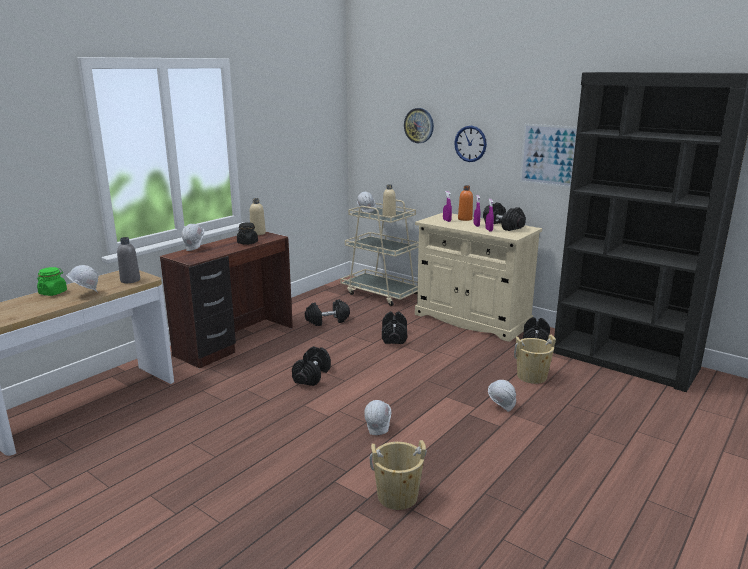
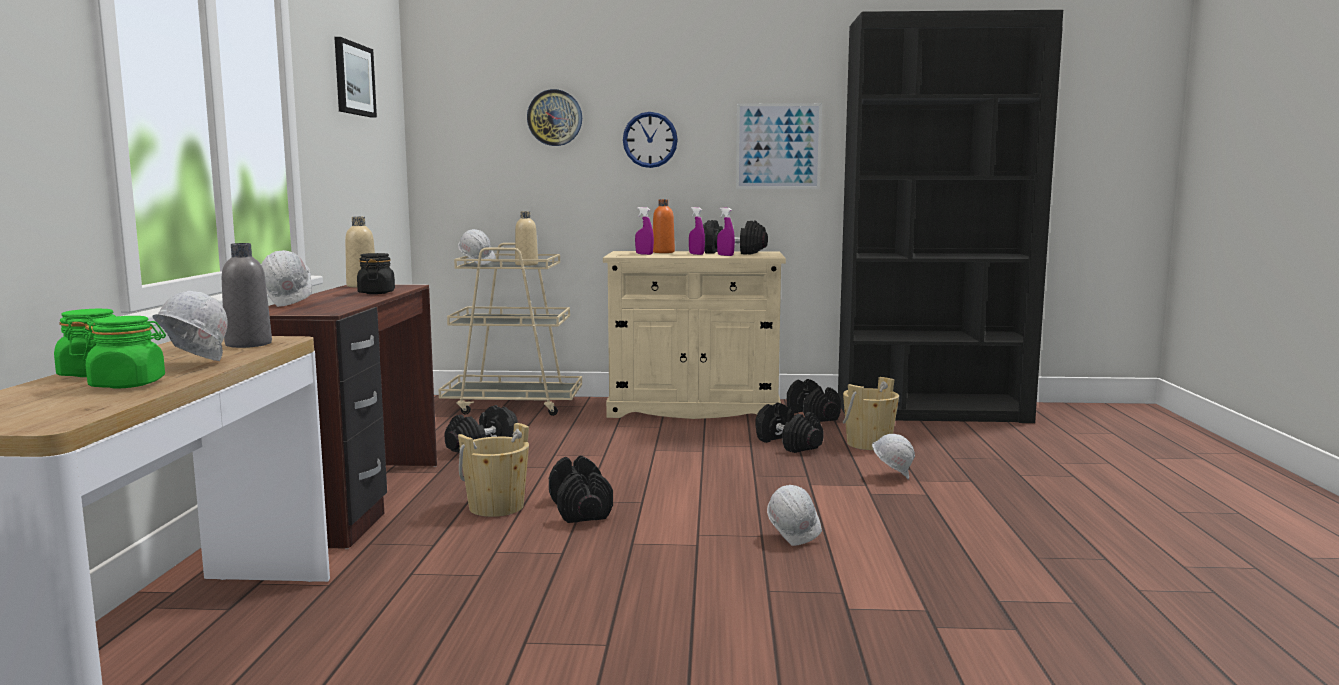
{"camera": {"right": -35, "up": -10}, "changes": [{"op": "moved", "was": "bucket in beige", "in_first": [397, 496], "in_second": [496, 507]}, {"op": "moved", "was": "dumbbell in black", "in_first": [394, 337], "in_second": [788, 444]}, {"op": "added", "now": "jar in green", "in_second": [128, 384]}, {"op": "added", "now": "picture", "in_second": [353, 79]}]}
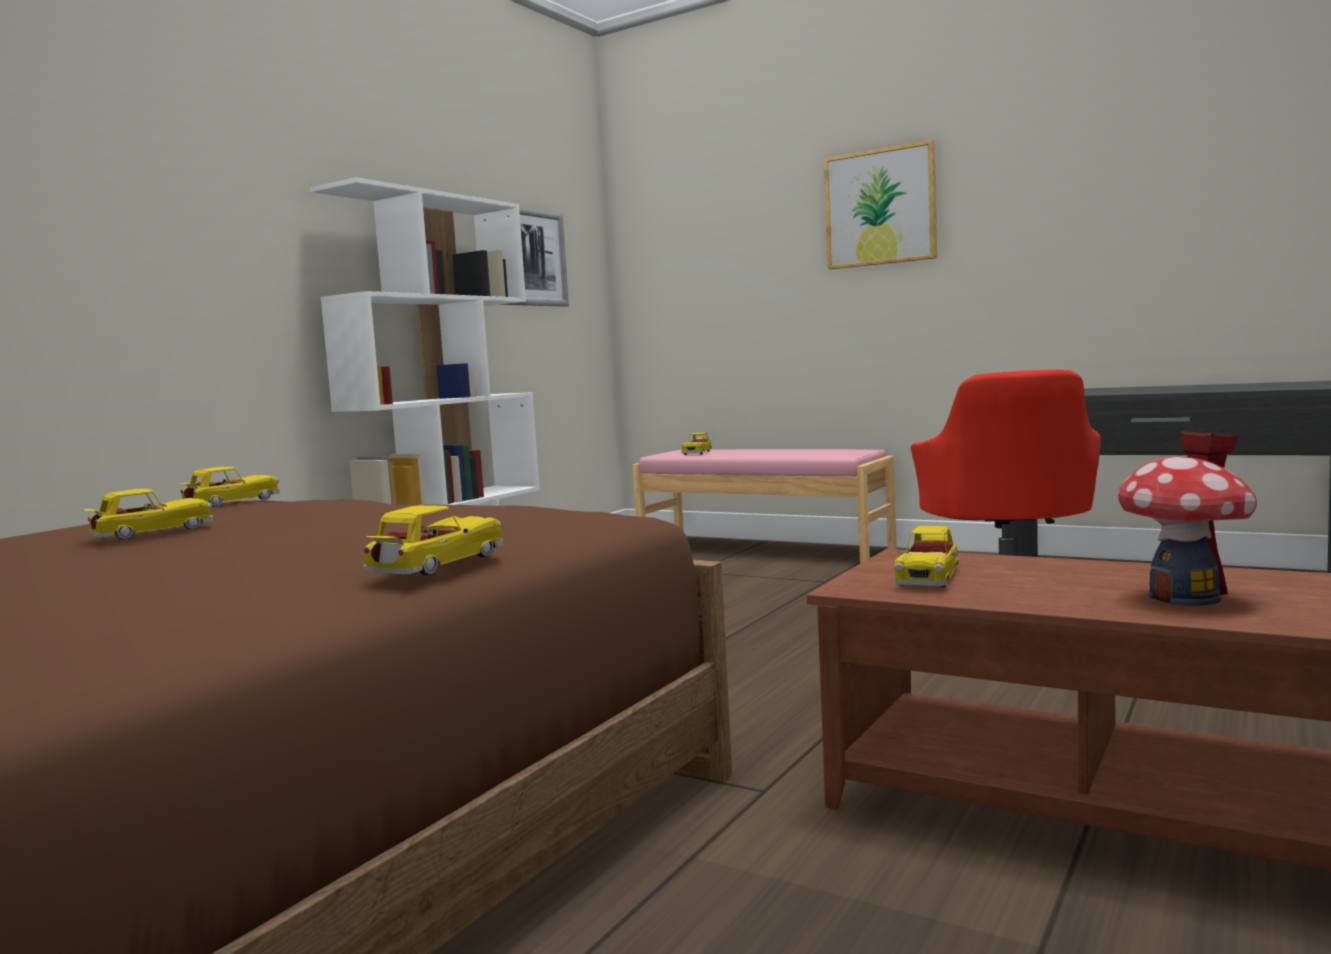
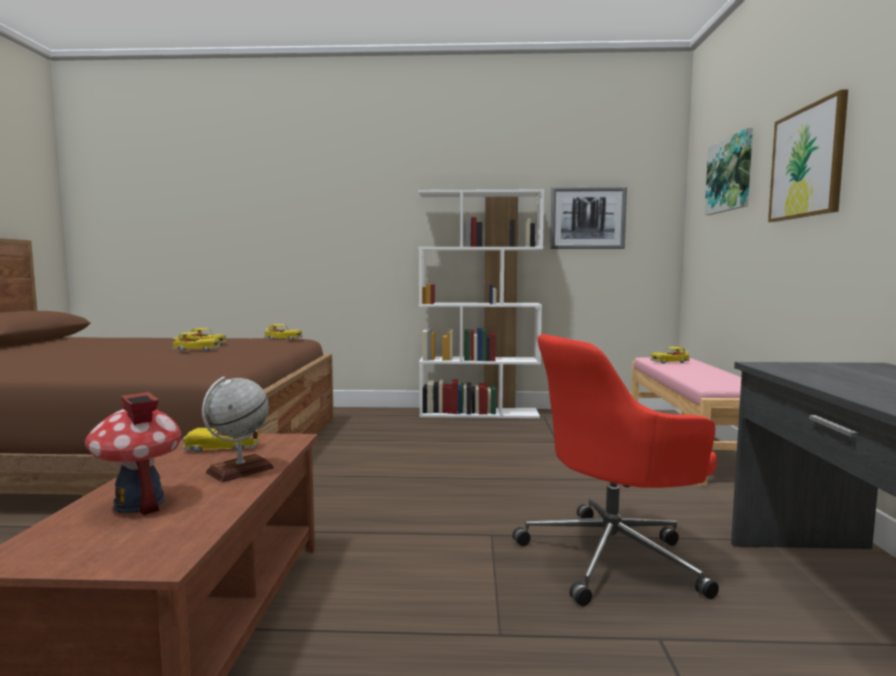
{"camera": {"right": 60, "up": 0}, "changes": [{"op": "moved", "was": "toy car", "in_first": [435, 565], "in_second": [196, 349]}, {"op": "added", "now": "globe", "in_second": [240, 470]}, {"op": "added", "now": "picture", "in_second": [730, 175]}]}
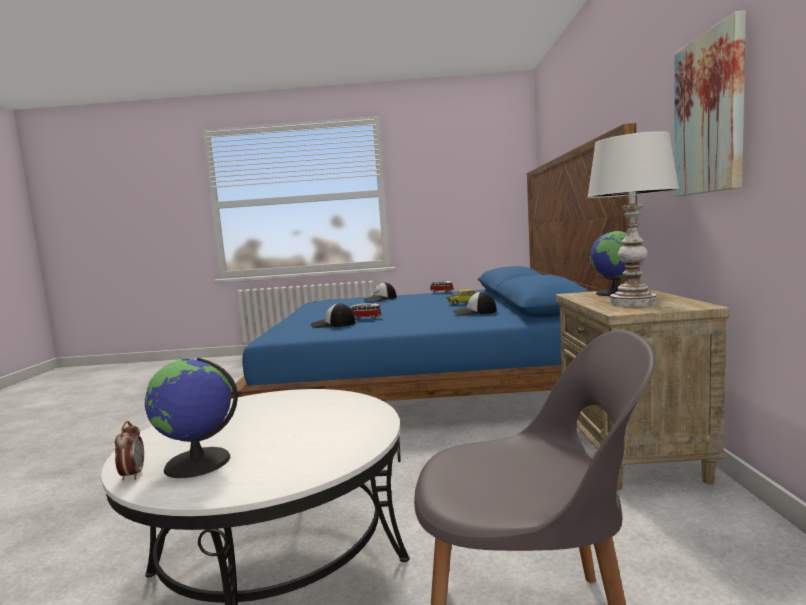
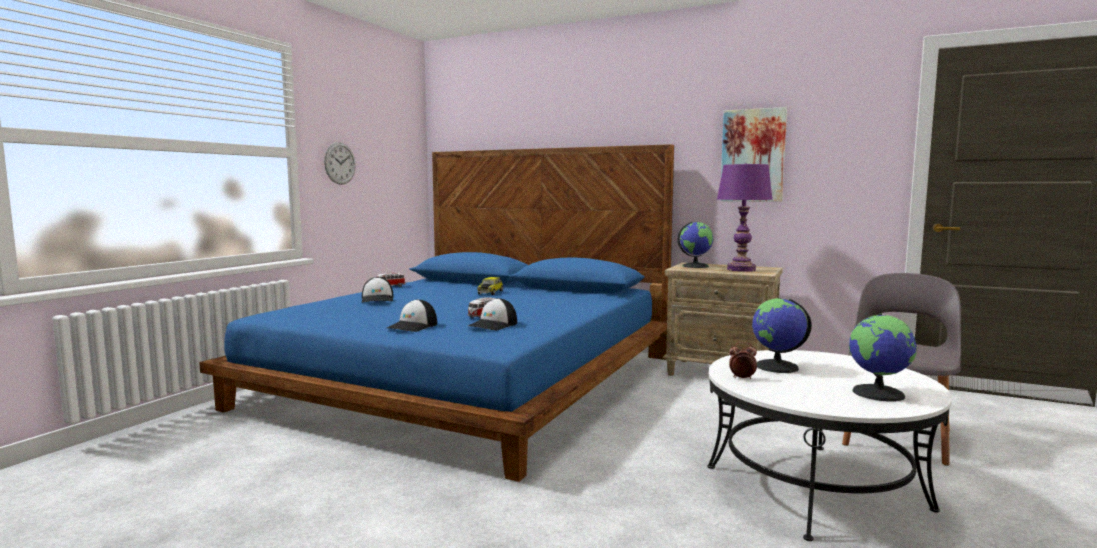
{"camera": {"right": -65, "up": 0}, "changes": [{"op": "moved", "was": "alarm clock", "in_first": [133, 475], "in_second": [742, 378]}, {"op": "moved", "was": "cap", "in_first": [474, 312], "in_second": [413, 326]}, {"op": "recoloured", "was": "table lamp in white", "now": "table lamp in purple", "in_first": [632, 303], "in_second": [741, 269]}, {"op": "added", "now": "wall clock", "in_second": [340, 163]}, {"op": "added", "now": "globe", "in_second": [777, 367]}]}
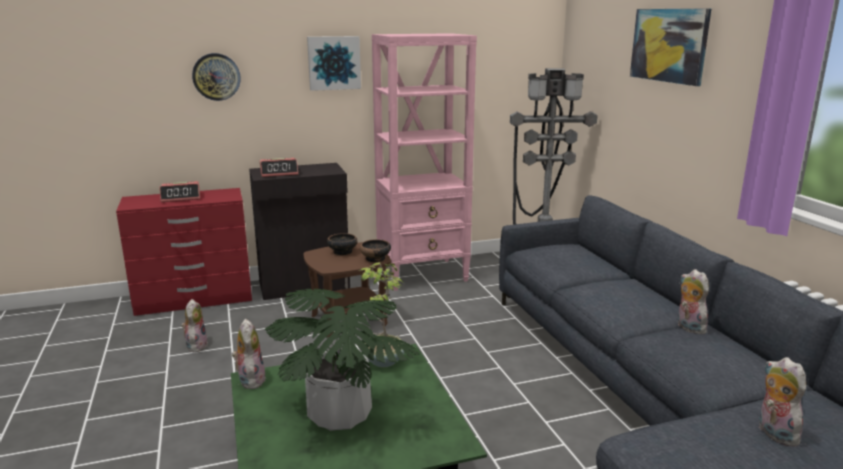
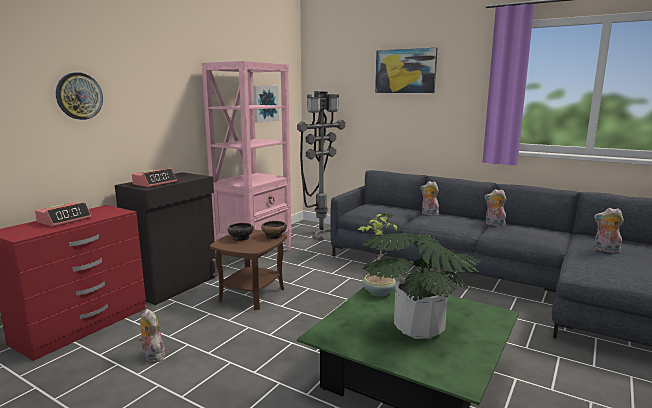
{"camera": {"right": -40, "up": -5}, "changes": [{"op": "moved", "was": "plush toy", "in_first": [250, 380], "in_second": [428, 214]}, {"op": "moved", "was": "picture", "in_first": [334, 63], "in_second": [264, 103]}]}
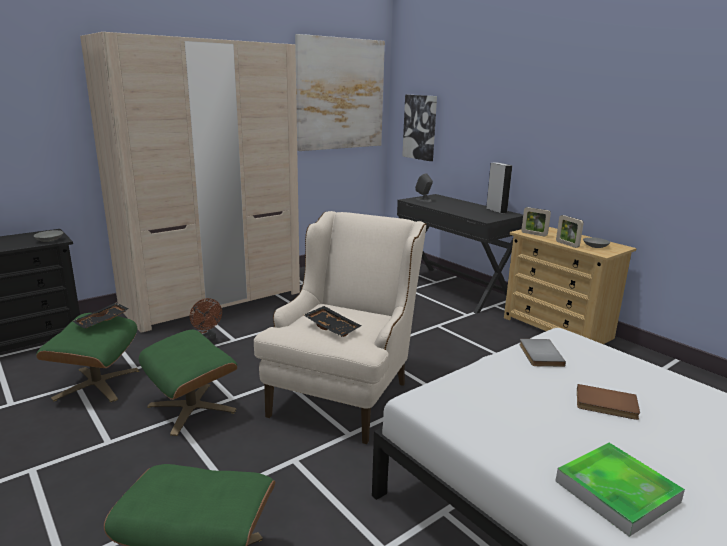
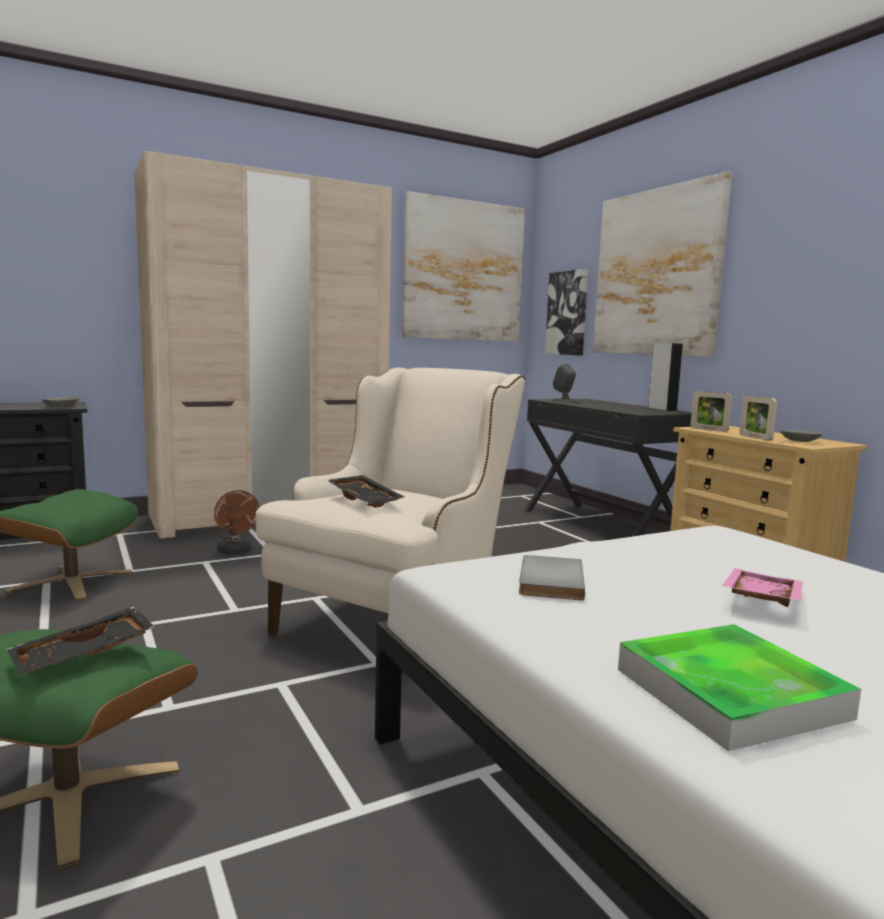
{"camera": {"right": 10, "up": -10}, "changes": [{"op": "moved", "was": "tray in black", "in_first": [102, 321], "in_second": [84, 656]}, {"op": "removed", "was": "ottoman in green", "in_first": [192, 408]}, {"op": "moved", "was": "book in grey", "in_first": [539, 354], "in_second": [548, 581]}, {"op": "replaced", "was": "book in brown", "now": "tray in pink", "in_first": [606, 405], "in_second": [759, 599]}, {"op": "added", "now": "picture", "in_second": [656, 273]}]}
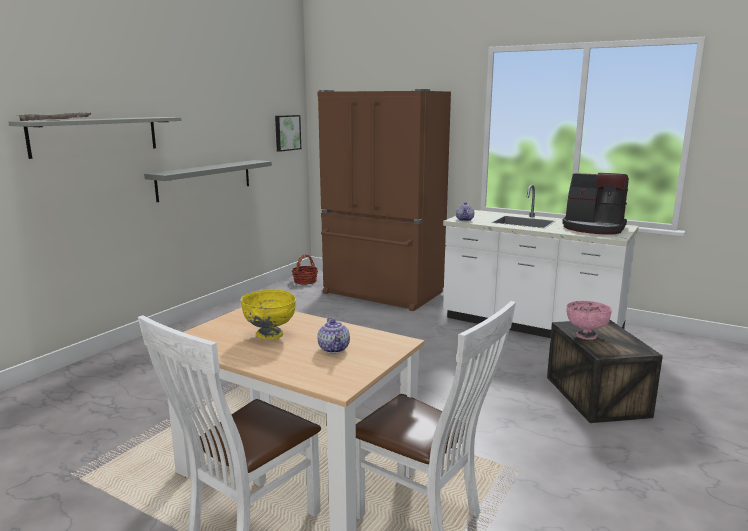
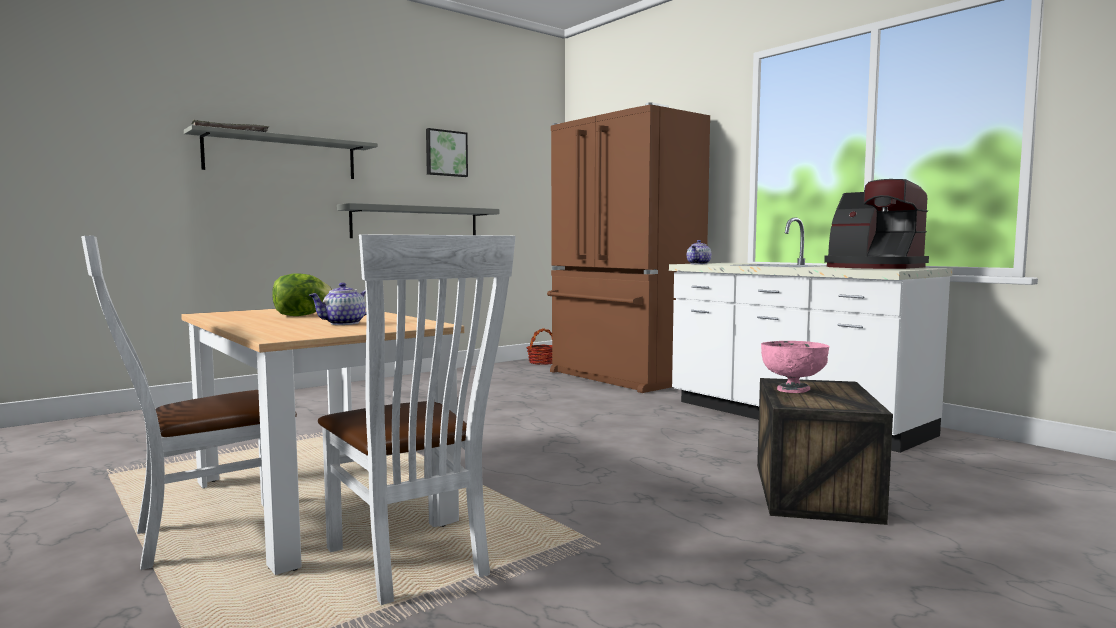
{"camera": {"right": 20, "up": -10}, "changes": [{"op": "replaced", "was": "bowl in yellow", "now": "lettuce", "in_first": [270, 335], "in_second": [302, 315]}, {"op": "moved", "was": "picture", "in_first": [287, 132], "in_second": [445, 153]}, {"op": "turned", "was": "teapot", "in_first": [334, 349], "in_second": [344, 323], "clockwise": 45}]}
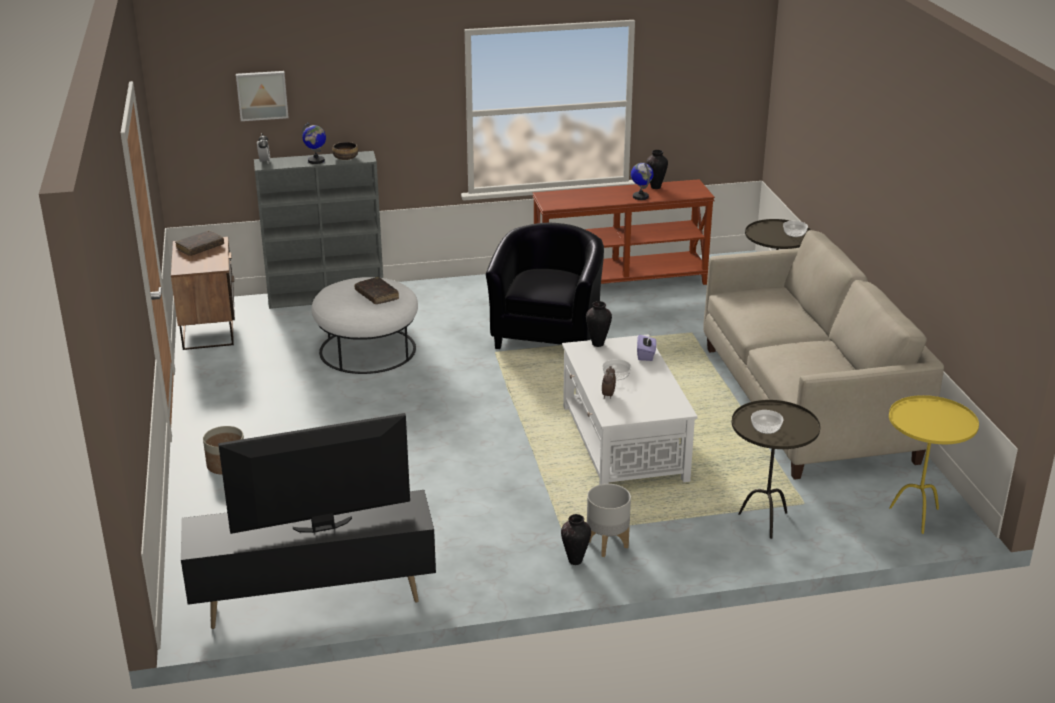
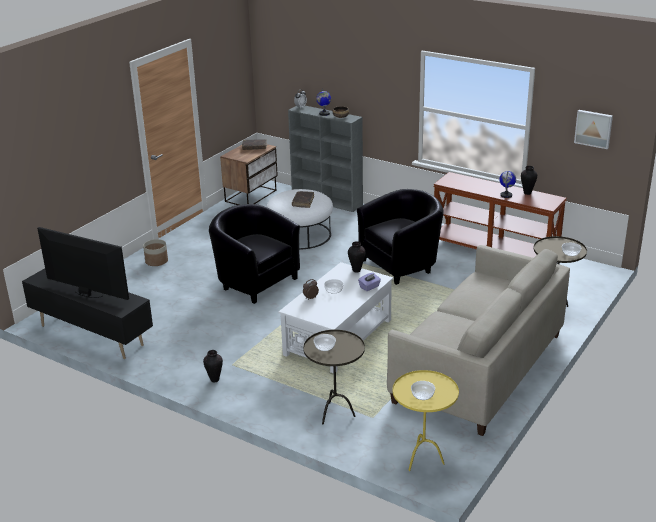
{"camera": {"right": 45, "up": 0}, "changes": [{"op": "moved", "was": "picture", "in_first": [262, 95], "in_second": [593, 128]}, {"op": "removed", "was": "planter in grey", "in_first": [607, 544]}, {"op": "added", "now": "armchair in black", "in_second": [255, 281]}, {"op": "added", "now": "bowl", "in_second": [423, 395]}]}
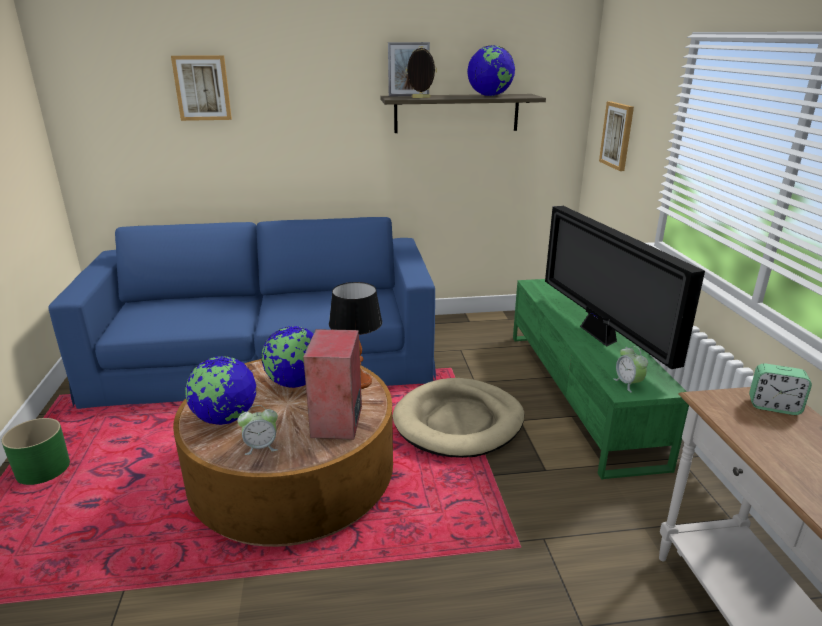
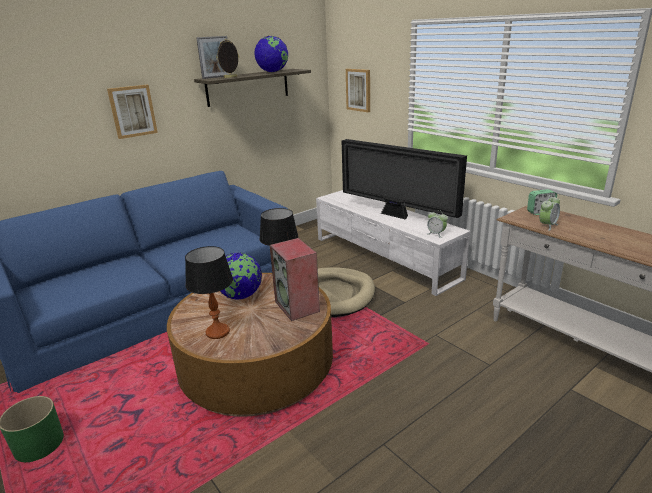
{"camera": {"right": -30, "up": 0}, "changes": [{"op": "moved", "was": "picture", "in_first": [202, 88], "in_second": [132, 111]}, {"op": "replaced", "was": "globe", "now": "table lamp", "in_first": [225, 418], "in_second": [217, 332]}, {"op": "moved", "was": "alarm clock", "in_first": [261, 447], "in_second": [547, 226]}, {"op": "recoloured", "was": "tv stand in green", "now": "tv stand in white", "in_first": [579, 394], "in_second": [385, 258]}]}
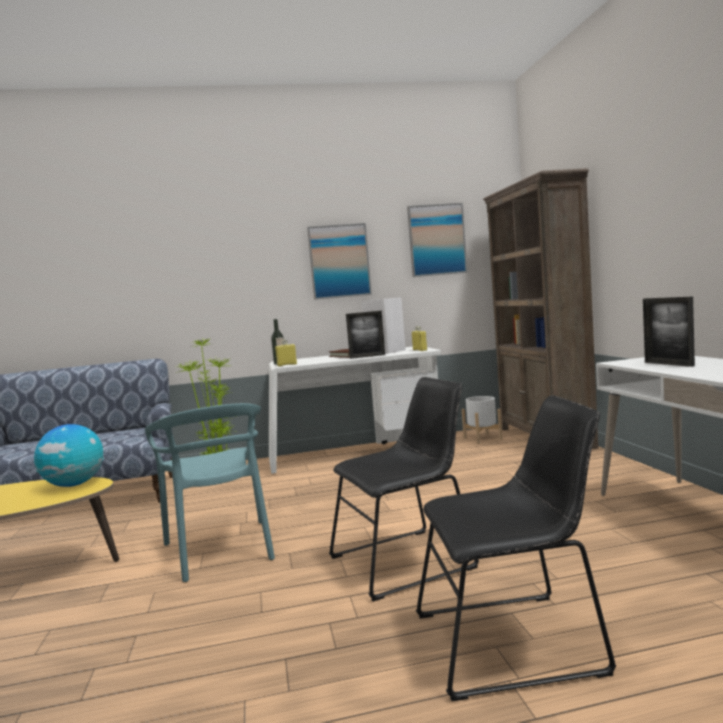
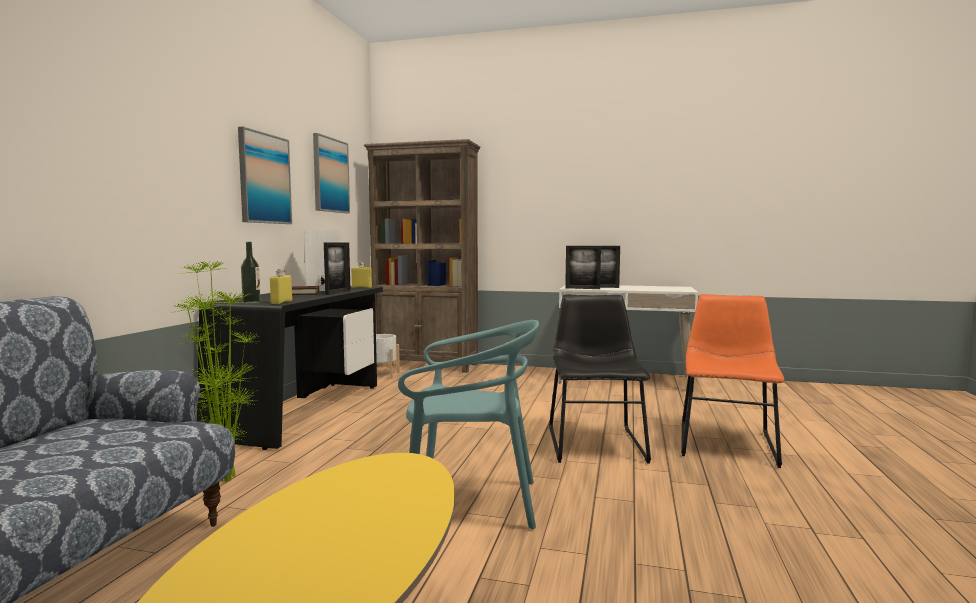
{"camera": {"right": -65, "up": 0}, "changes": [{"op": "removed", "was": "globe", "in_first": [74, 485]}, {"op": "recoloured", "was": "desk in white", "now": "desk in black", "in_first": [356, 454], "in_second": [305, 410]}, {"op": "recoloured", "was": "chair in black", "now": "chair in orange", "in_first": [515, 641], "in_second": [726, 442]}, {"op": "added", "now": "picture frame", "in_second": [582, 288]}]}
